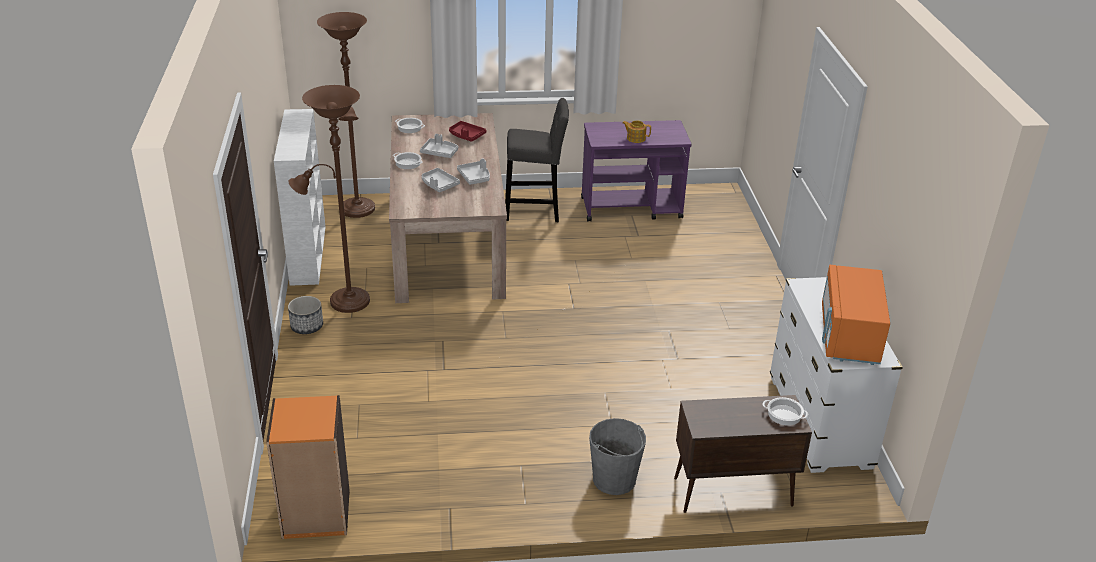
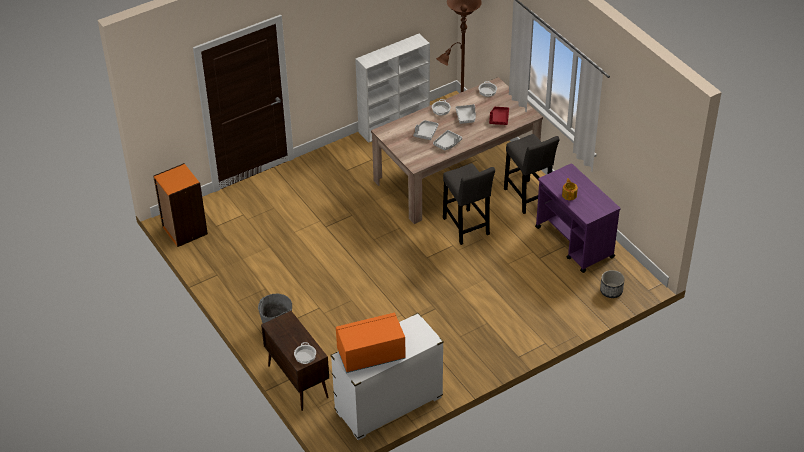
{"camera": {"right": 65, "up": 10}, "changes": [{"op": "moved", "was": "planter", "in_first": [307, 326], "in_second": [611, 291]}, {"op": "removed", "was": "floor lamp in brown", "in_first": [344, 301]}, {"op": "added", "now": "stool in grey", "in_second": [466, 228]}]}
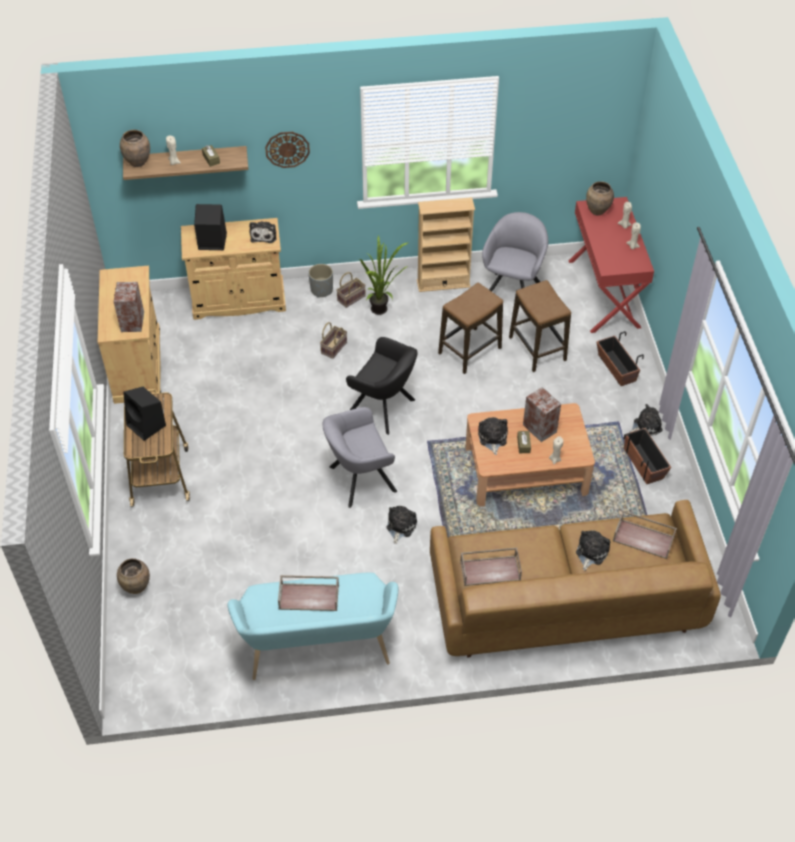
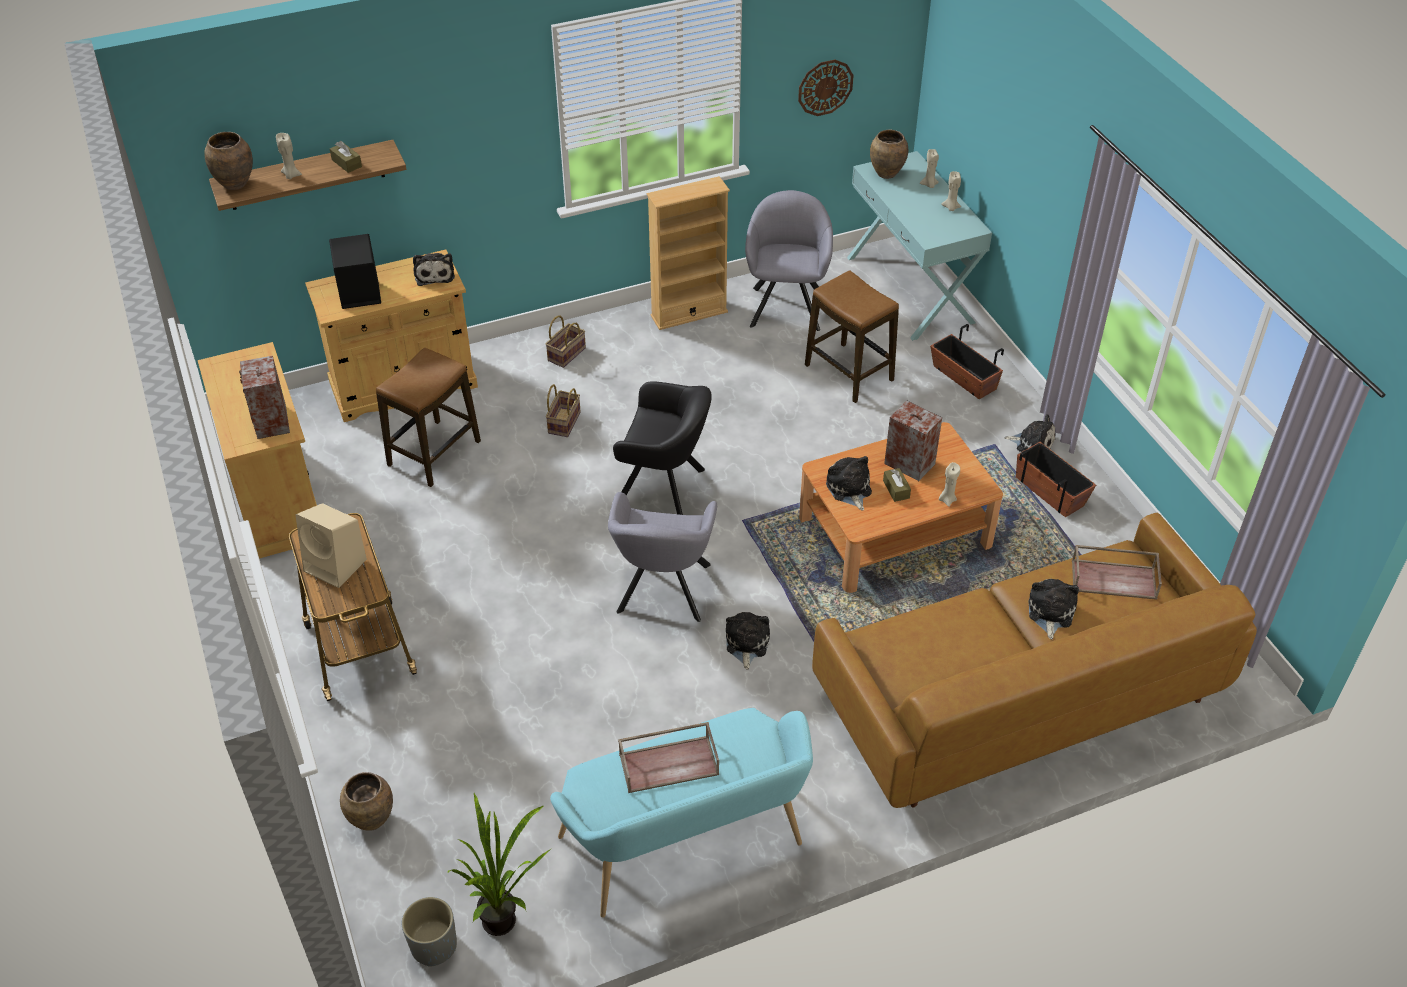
{"camera": {"right": -15, "up": -5}, "changes": [{"op": "recoloured", "was": "speaker in black", "now": "speaker in beige", "in_first": [147, 425], "in_second": [337, 565]}, {"op": "moved", "was": "wall clock", "in_first": [287, 149], "in_second": [825, 87]}, {"op": "moved", "was": "planter in grey", "in_first": [321, 290], "in_second": [433, 945]}, {"op": "turned", "was": "armchair in grey", "in_first": [358, 480], "in_second": [662, 593], "clockwise": -45}, {"op": "moved", "was": "potted plant", "in_first": [382, 311], "in_second": [507, 923]}, {"op": "moved", "was": "stool", "in_first": [469, 351], "in_second": [434, 454]}, {"op": "removed", "was": "tray in brown", "in_first": [490, 570]}, {"op": "recoloured", "was": "console table in red", "now": "console table in turquoise", "in_first": [604, 293], "in_second": [910, 289]}, {"op": "turned", "was": "plush toy", "in_first": [645, 426], "in_second": [1032, 443], "clockwise": 60}]}
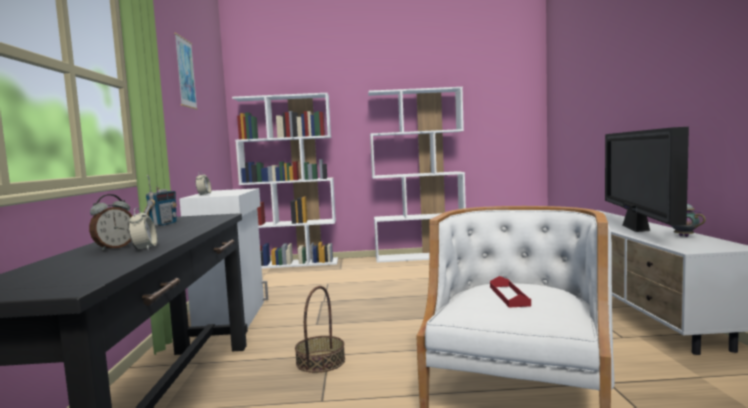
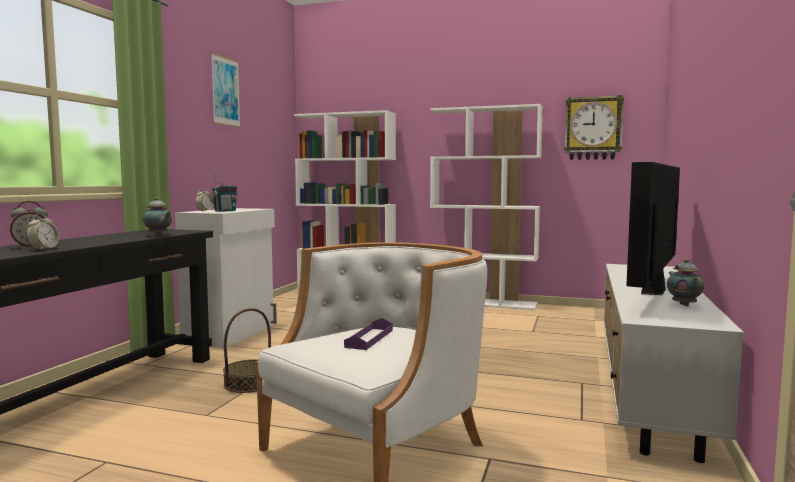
{"camera": {"right": 20, "up": 0}, "changes": [{"op": "moved", "was": "radio", "in_first": [163, 224], "in_second": [225, 211]}, {"op": "recoloured", "was": "tray in red", "now": "tray in purple", "in_first": [509, 296], "in_second": [369, 338]}, {"op": "added", "now": "teapot", "in_second": [158, 235]}, {"op": "added", "now": "wall clock", "in_second": [593, 128]}]}
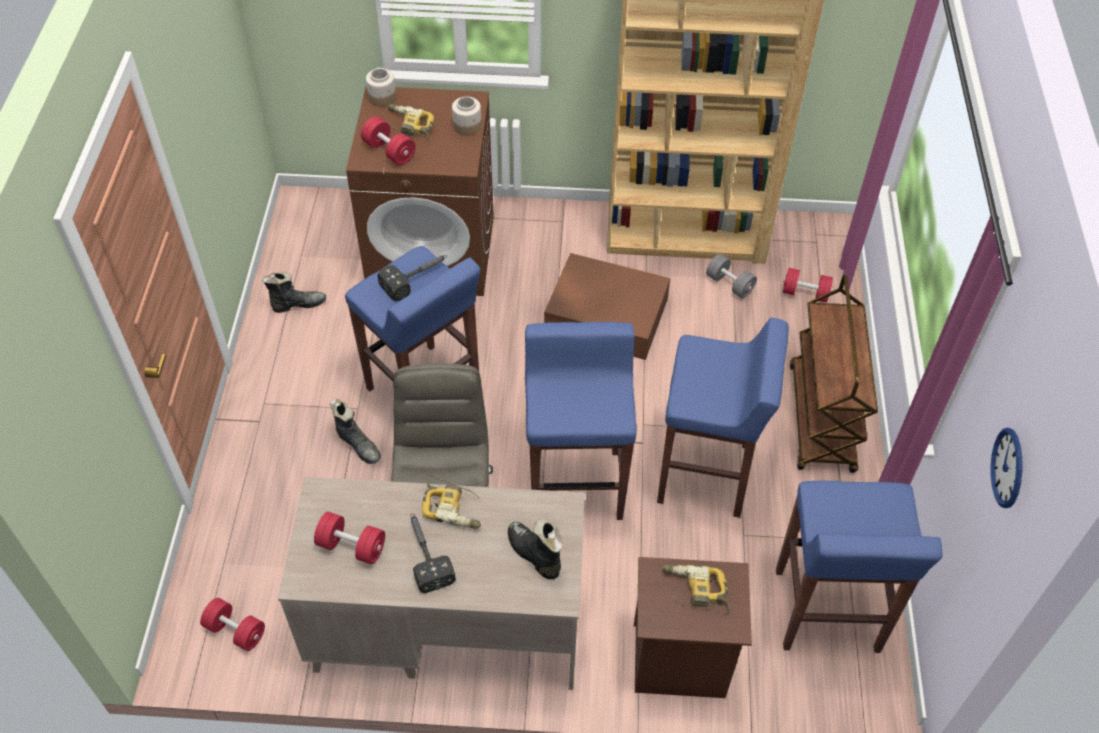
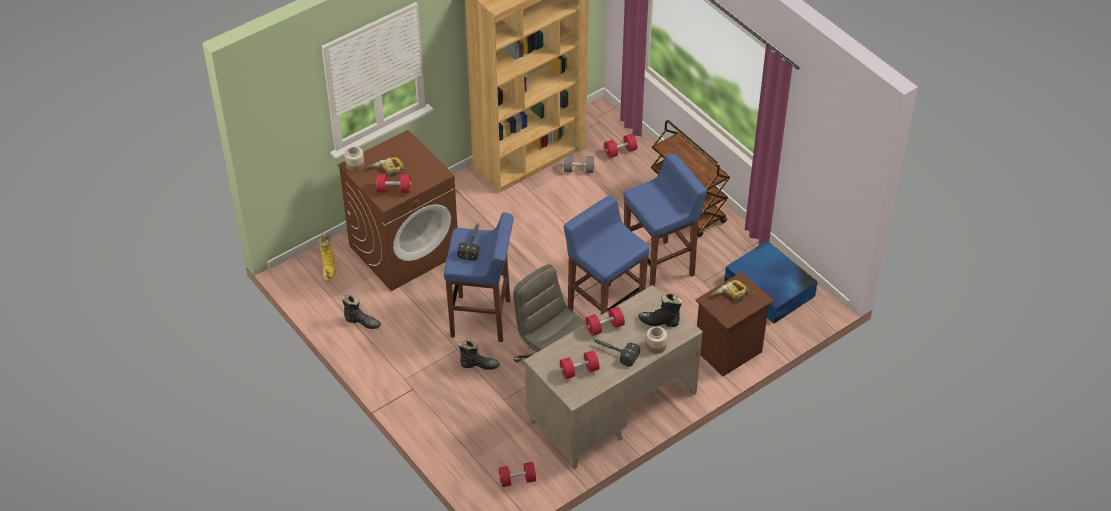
{"camera": {"right": -40, "up": -5}, "changes": [{"op": "turned", "was": "boot in black", "in_first": [298, 304], "in_second": [362, 322], "clockwise": 75}, {"op": "replaced", "was": "power drill", "now": "dumbbell in red", "in_first": [453, 507], "in_second": [604, 327]}, {"op": "moved", "was": "jar", "in_first": [467, 126], "in_second": [656, 346]}, {"op": "removed", "was": "storage box in brown", "in_first": [605, 315]}, {"op": "replaced", "was": "stool in blue", "now": "storage box in blue", "in_first": [826, 612], "in_second": [770, 289]}, {"op": "removed", "was": "wall clock", "in_first": [1007, 468]}, {"op": "added", "now": "boot in yellow", "in_second": [329, 268]}]}
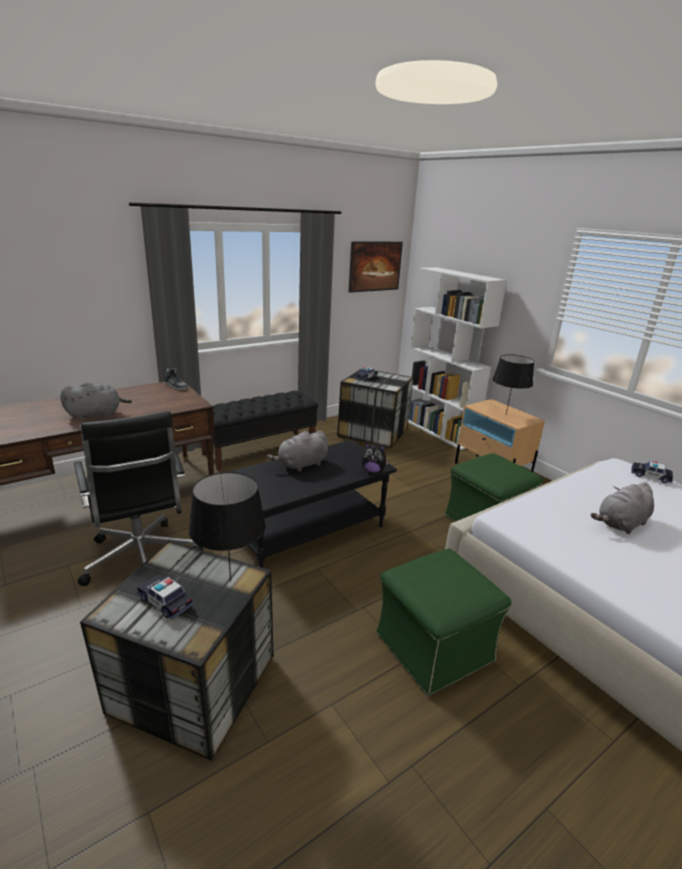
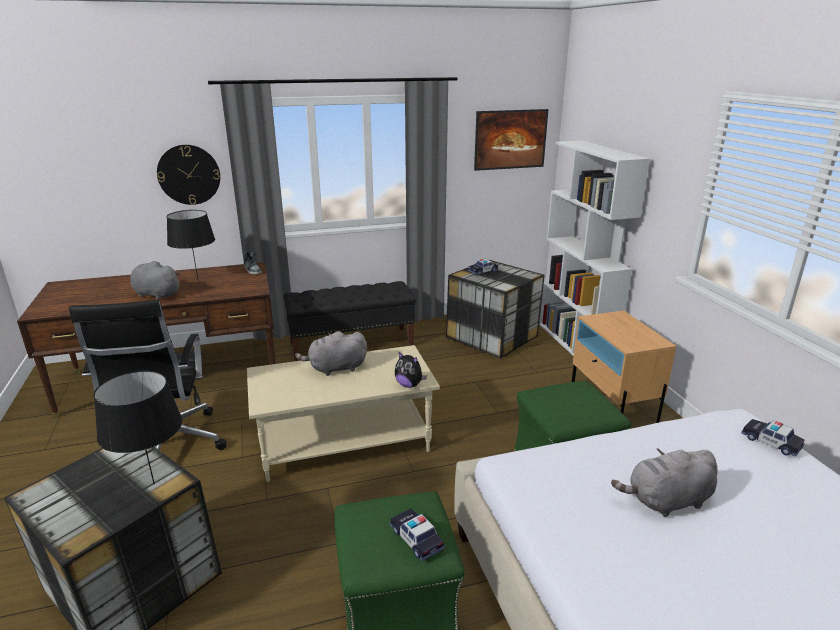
{"camera": {"right": 20, "up": 0}, "changes": [{"op": "turned", "was": "plush toy in grey", "in_first": [96, 414], "in_second": [155, 294], "clockwise": -150}, {"op": "moved", "was": "toy car", "in_first": [165, 601], "in_second": [416, 539]}, {"op": "recoloured", "was": "coffee table in black", "now": "coffee table in beige", "in_first": [308, 532], "in_second": [344, 444]}, {"op": "moved", "was": "table lamp in black", "in_first": [506, 414], "in_second": [198, 279]}, {"op": "added", "now": "wall clock", "in_second": [189, 174]}]}
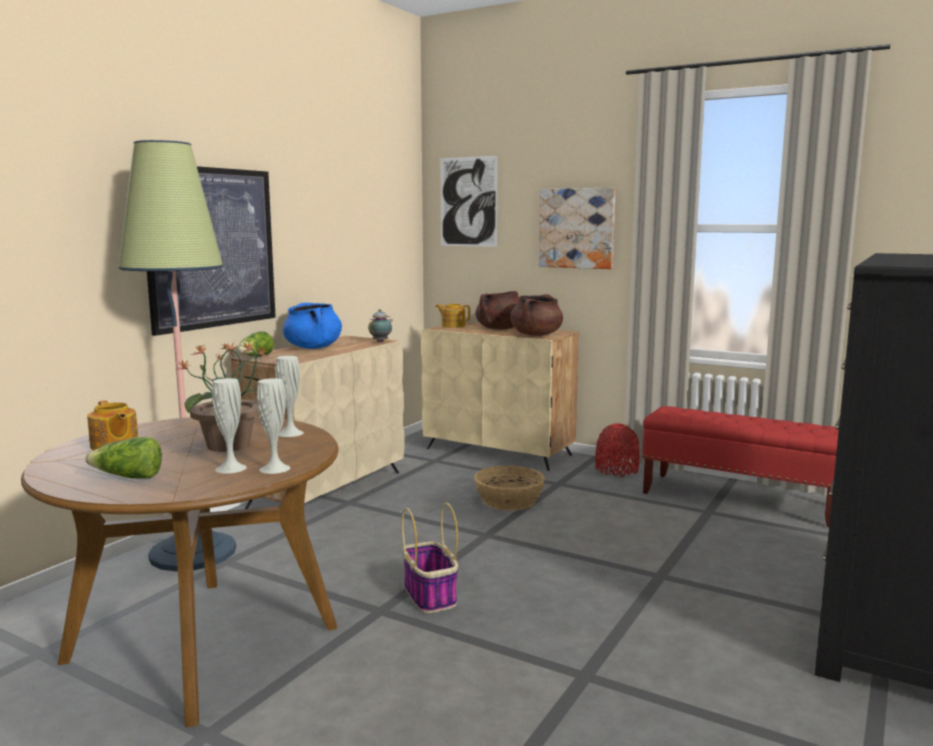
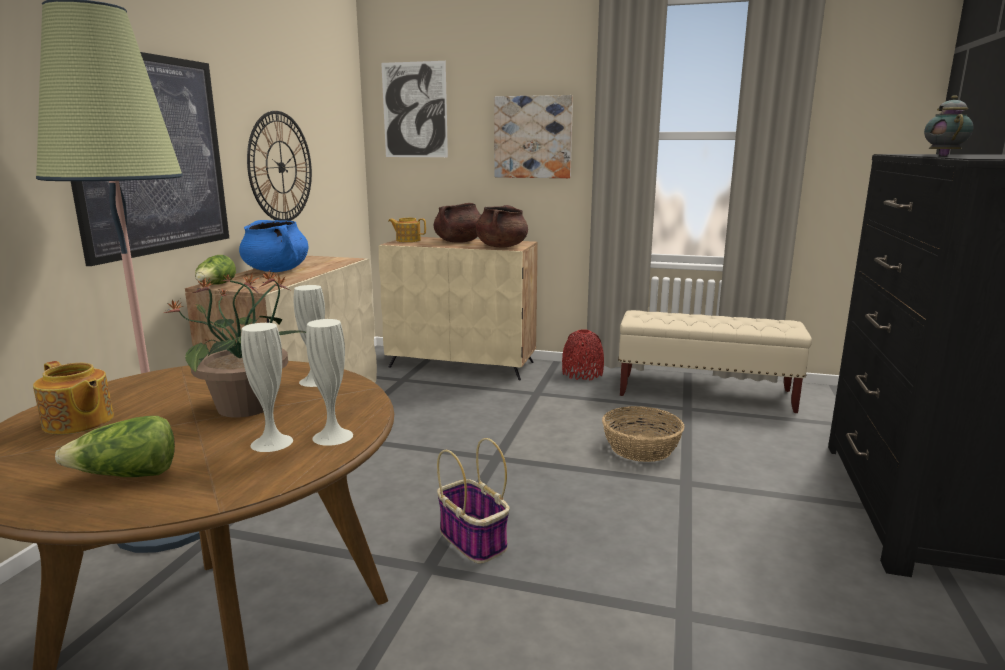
{"camera": {"right": -15, "up": 5}, "changes": [{"op": "moved", "was": "teapot", "in_first": [381, 342], "in_second": [943, 156]}, {"op": "moved", "was": "basket", "in_first": [509, 501], "in_second": [641, 448]}, {"op": "recoloured", "was": "bench in red", "now": "bench in beige", "in_first": [739, 500], "in_second": [705, 393]}, {"op": "added", "now": "wall clock", "in_second": [281, 167]}]}
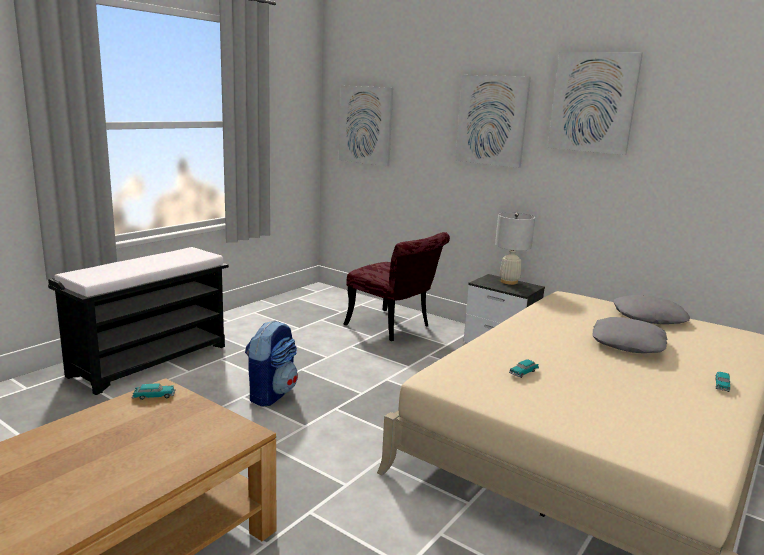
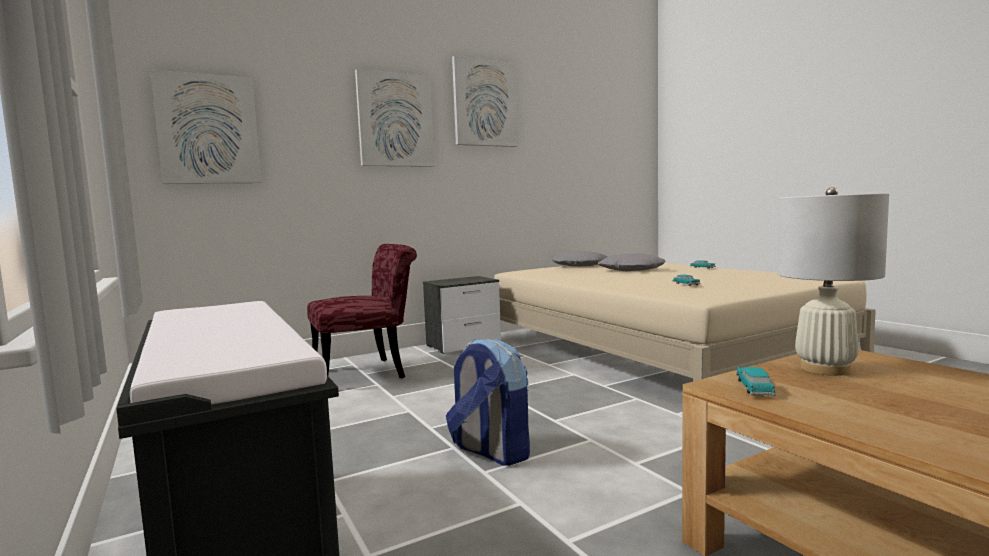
{"camera": {"right": -65, "up": -10}, "changes": [{"op": "moved", "was": "table lamp in white", "in_first": [509, 282], "in_second": [825, 369]}]}
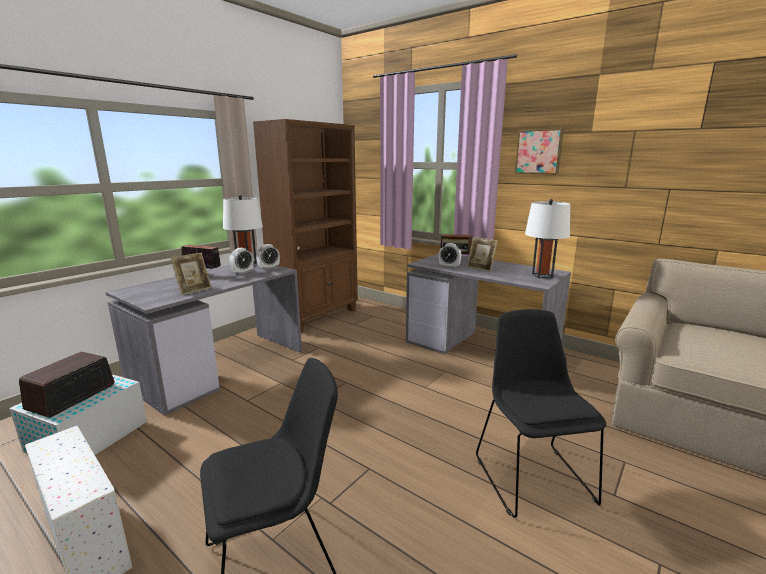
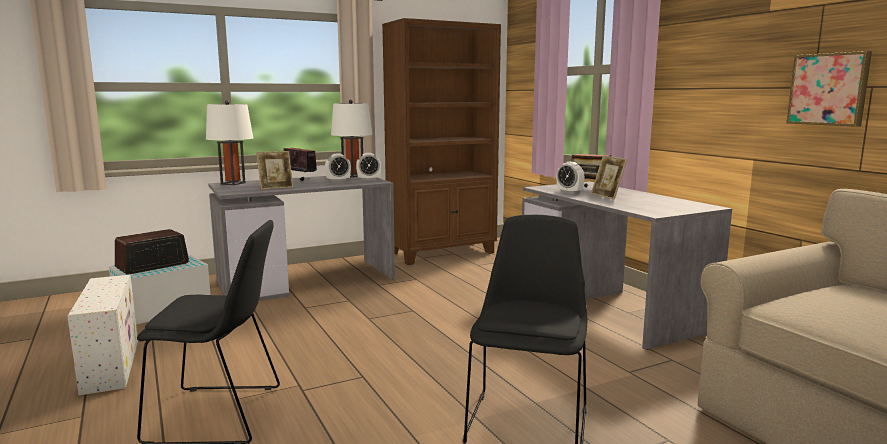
{"camera": {"right": 25, "up": -5}, "changes": [{"op": "moved", "was": "picture", "in_first": [539, 152], "in_second": [829, 89]}, {"op": "moved", "was": "table lamp in white", "in_first": [542, 276], "in_second": [233, 183]}]}
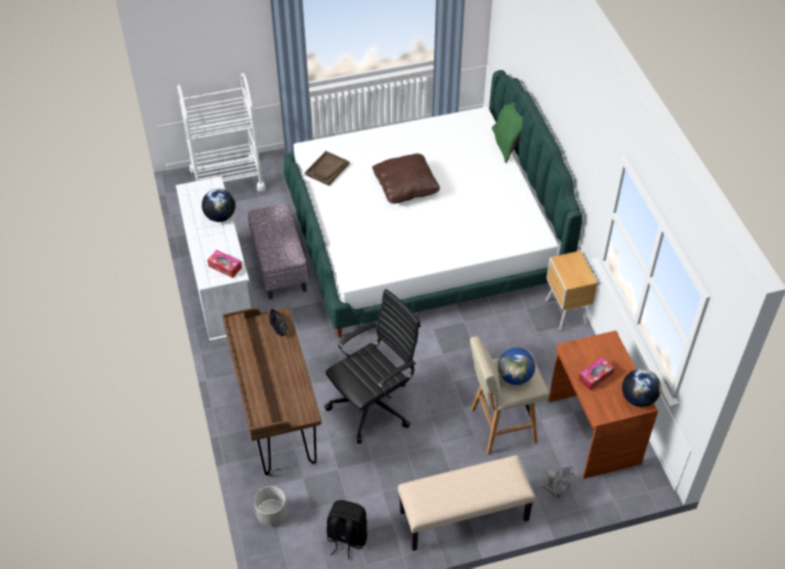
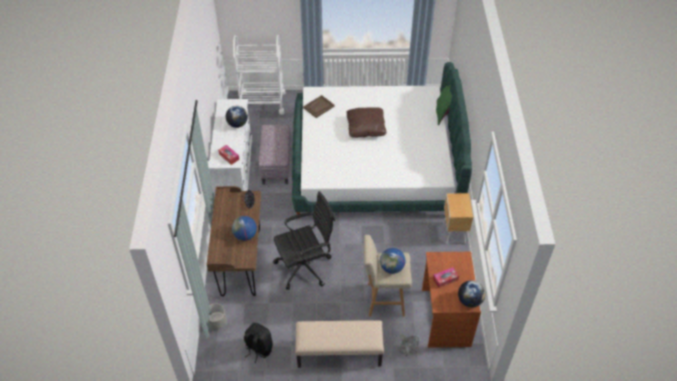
{"camera": {"right": 15, "up": 0}, "changes": [{"op": "added", "now": "globe", "in_second": [245, 235]}]}
